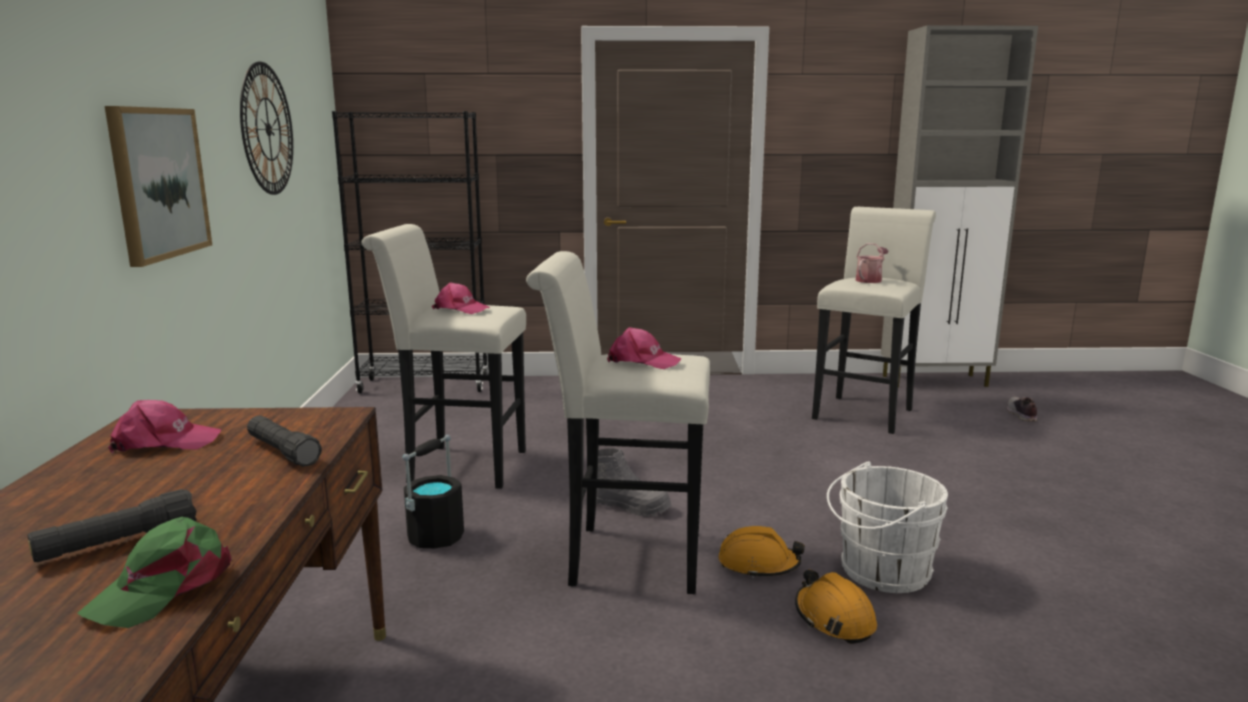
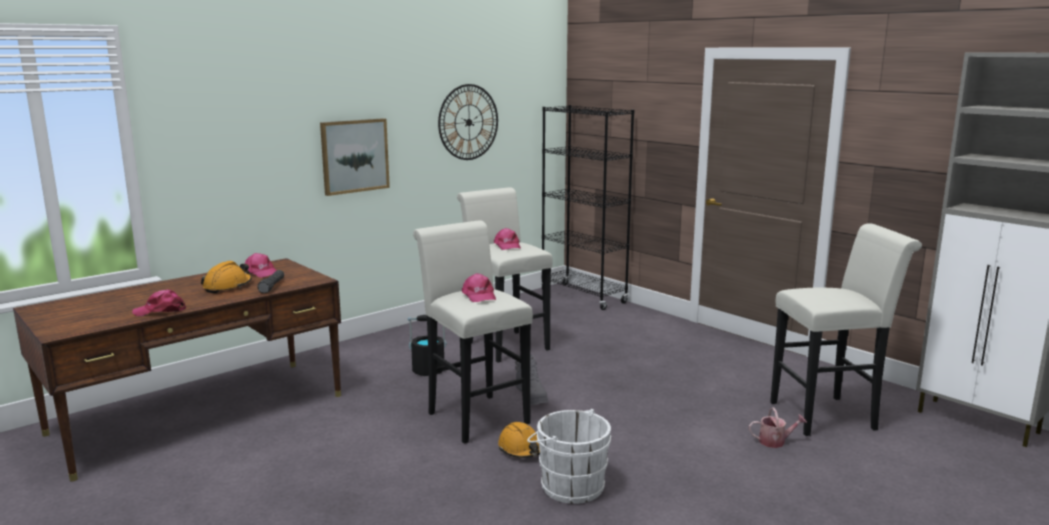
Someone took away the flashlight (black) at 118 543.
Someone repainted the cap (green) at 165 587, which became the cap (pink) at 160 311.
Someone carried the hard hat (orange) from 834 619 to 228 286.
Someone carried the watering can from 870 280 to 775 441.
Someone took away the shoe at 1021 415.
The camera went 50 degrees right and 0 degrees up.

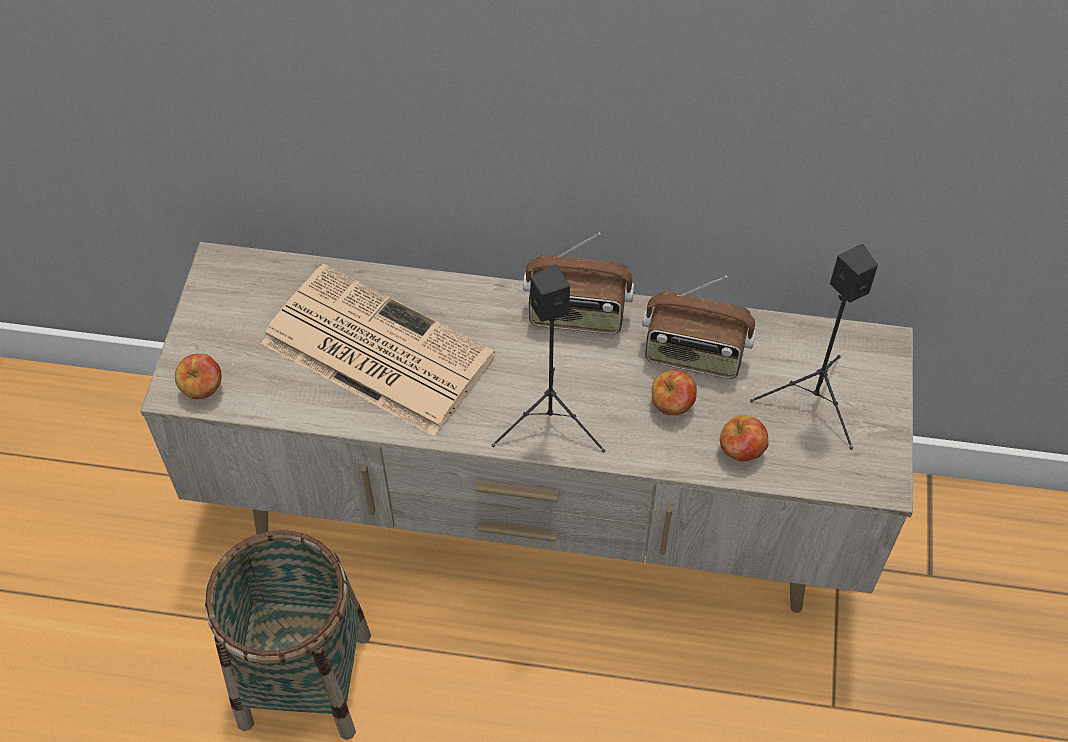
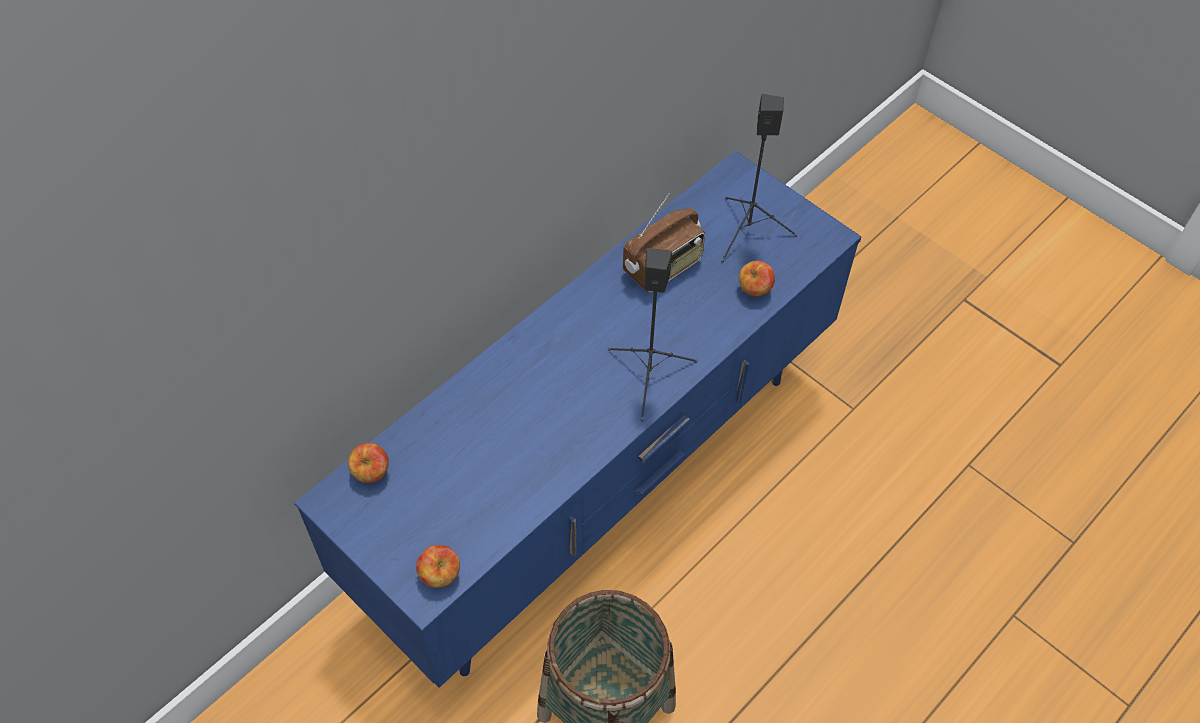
Someone repainted the tv stand (beige) at 533 521, which became the tv stand (blue) at 597 487.
Someone took away the newspaper at 373 349.
Someone took away the radio at 577 315.
Someone carried the apple from 672 405 to 371 472.
The camera went 55 degrees left and 0 degrees up.

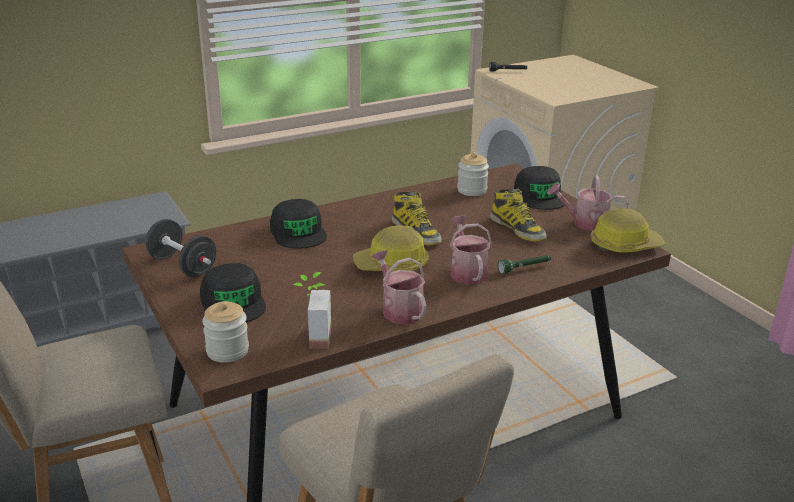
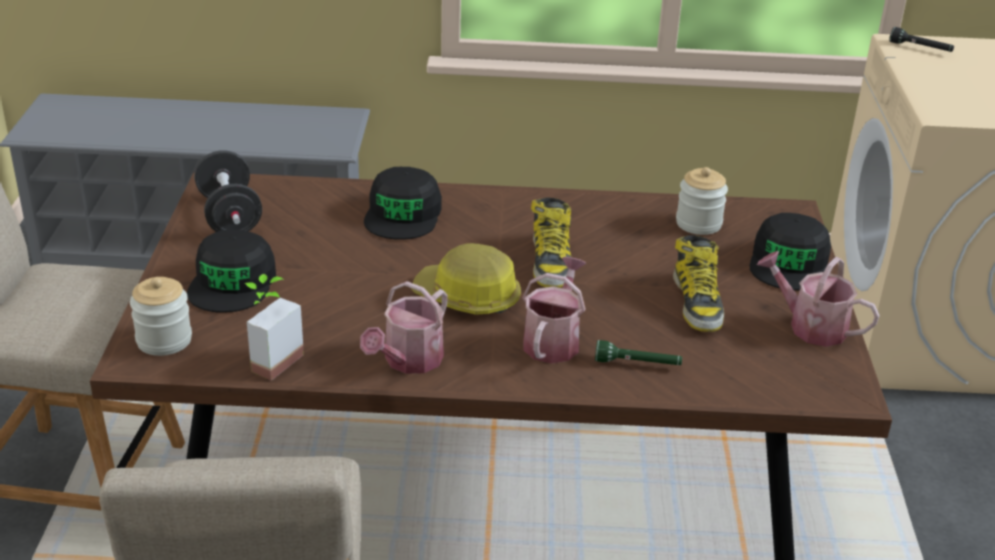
Someone rotated the watering can at 399 309 by 150 degrees counterclockwise.
Someone took away the hard hat at 624 245.
The camera went 30 degrees right and 5 degrees up.

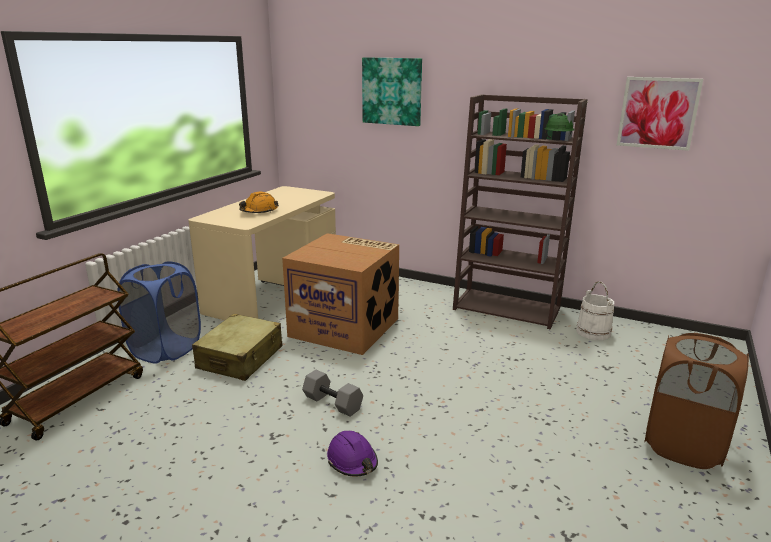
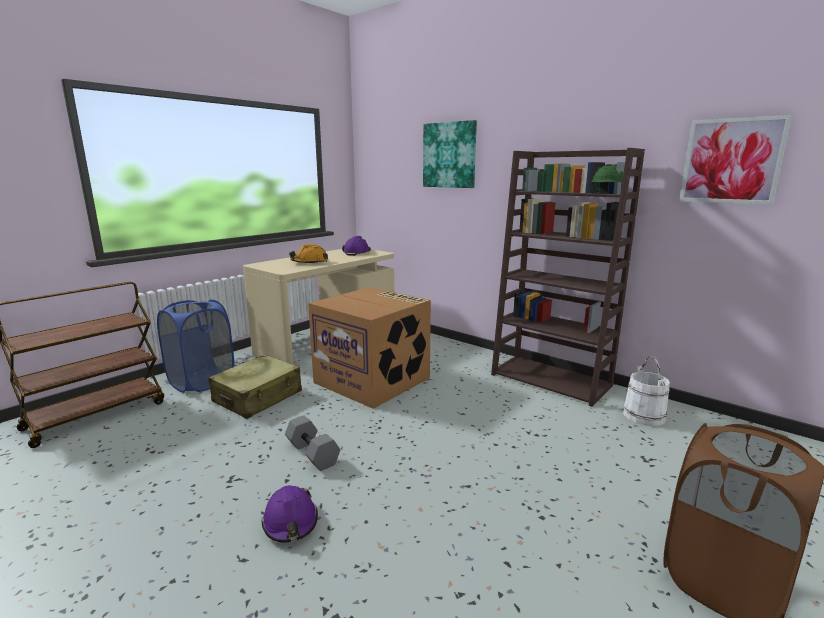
Someone put down the hard hat (purple) at 357 253.
The camera went 15 degrees right and 5 degrees down.

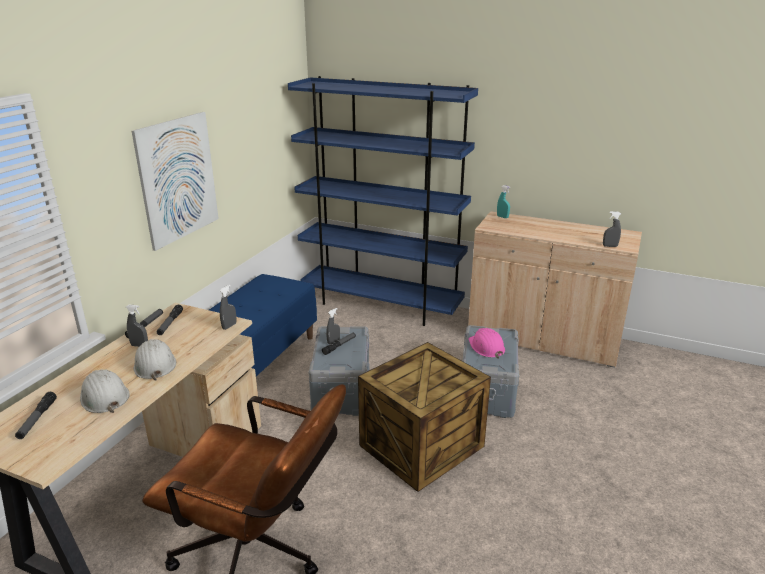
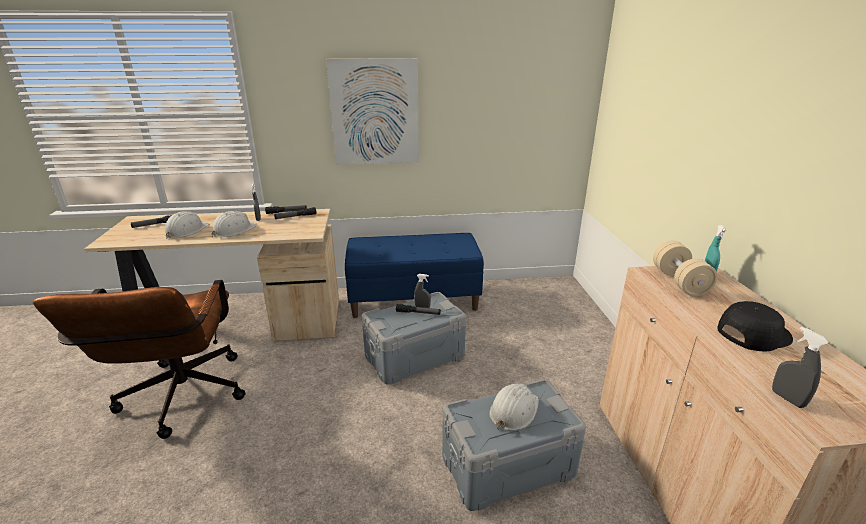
Someone took away the spray bottle (grey) at 229 326.
Someone took away the bookcase (blue) at 381 305.
Someone took away the crate at 421 445.
Someone repainted the hard hat (pink) at 486 347, which became the hard hat (white) at 513 410.
Someone put down the dumbbell (beige) at 679 282.
Someone put down the cap (black) at 752 333.
The camera went 60 degrees right and 0 degrees up.

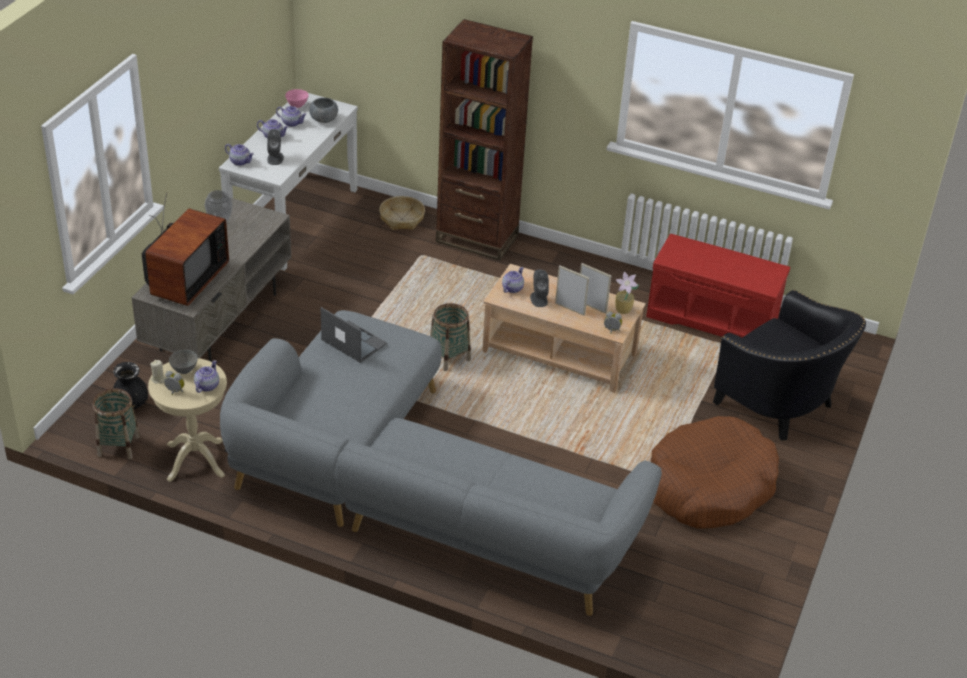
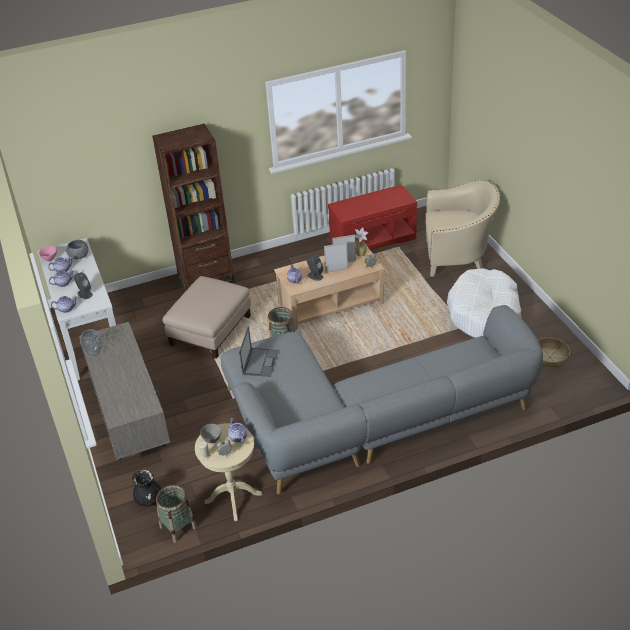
Someone took away the television at 184 281.
Someone rotated the laptop at 353 341 by 105 degrees clockwise.
Someone carried the basket from 402 219 to 549 357.
Someone repainted the dog bed (brown) at 709 486, which became the dog bed (white) at 484 314.
Someone repainted the armchair (black) at 780 405, which became the armchair (beige) at 458 257.
Someone put down the ottoman (beige) at 211 330.
The camera went 40 degrees left and 0 degrees up.

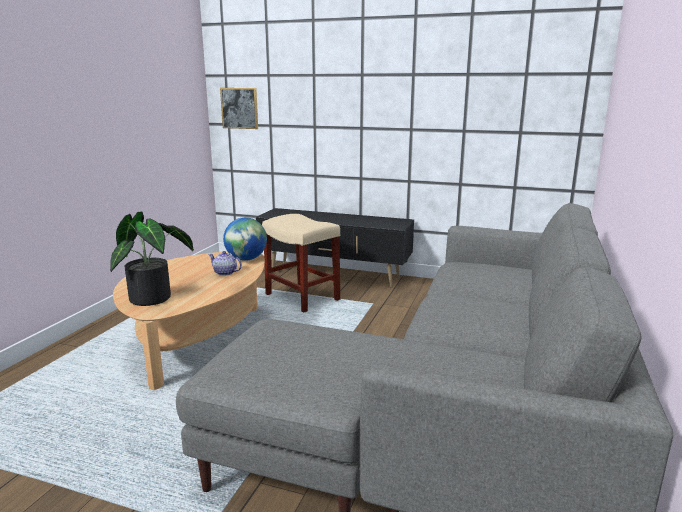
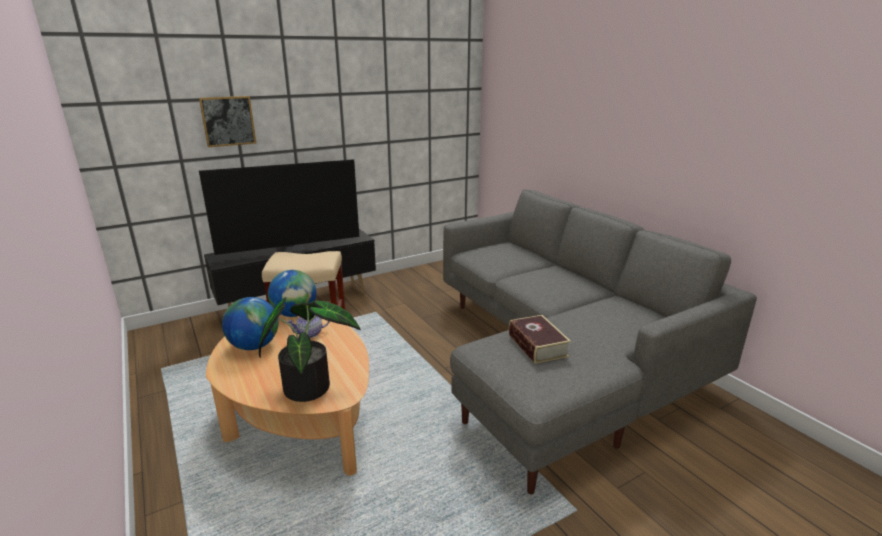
Someone carried the picture from 239 108 to 228 121.
Someone put down the television at 291 248.
Someone put down the globe at 254 346.
Someone put down the book at 537 345.
The camera went 50 degrees left and 5 degrees up.

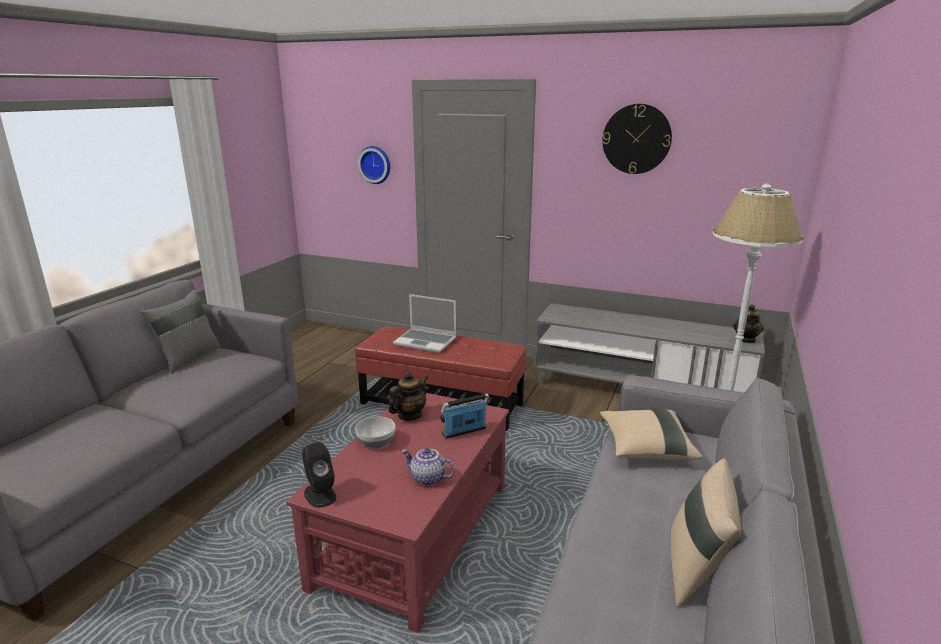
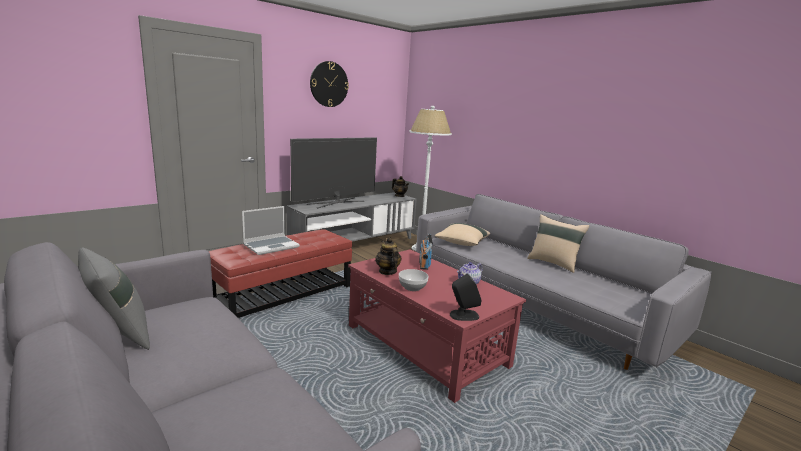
Someone took away the wall clock at 375 164.
Someone put down the television at 336 202.
The camera went 65 degrees left and 5 degrees down.

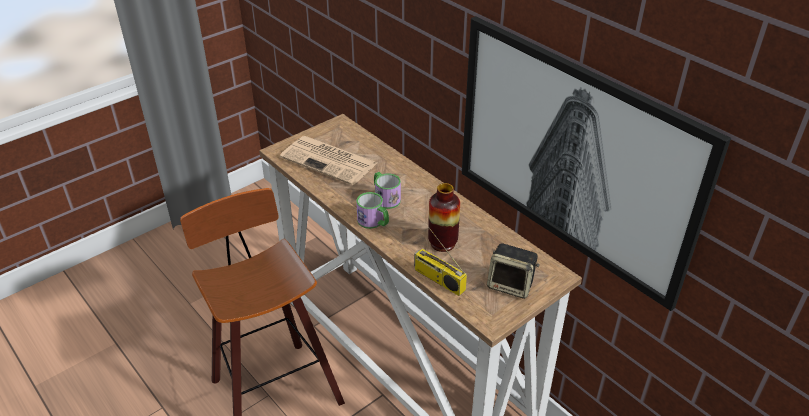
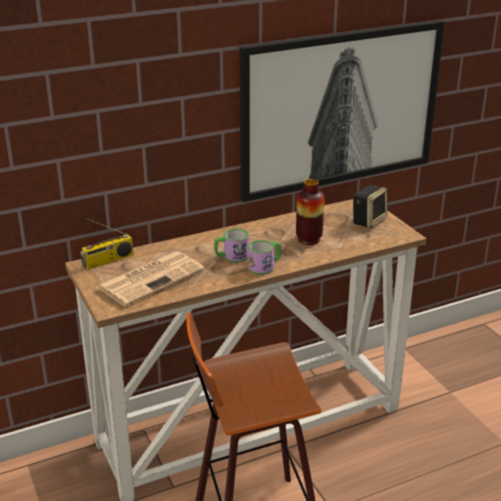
Someone carried the radio from 438 279 to 108 261.
The camera went 75 degrees left and 10 degrees down.

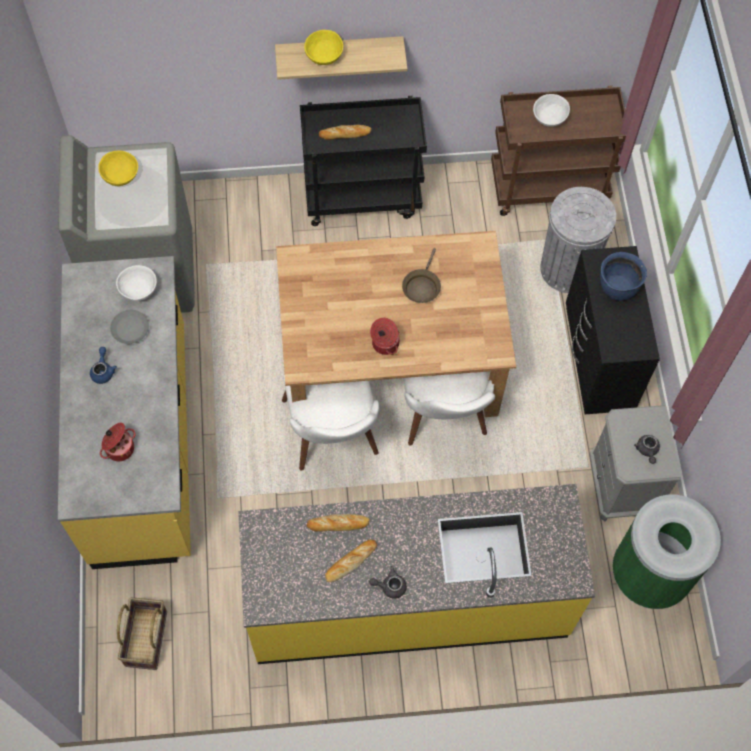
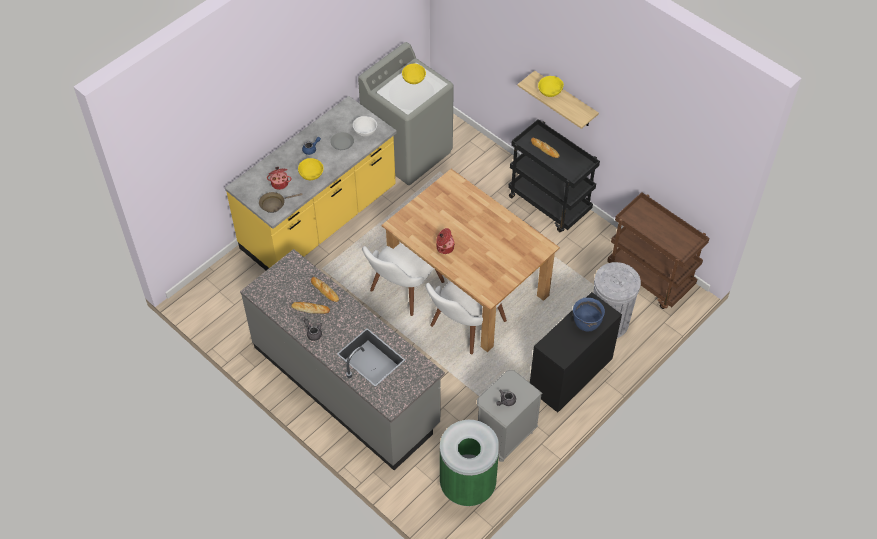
Someone took away the basket at 147 639.
Someone repainted the counter (yellow) at 408 600, which became the counter (grey) at 346 385.
Someone carried the frying pan (brown) from 421 286 to 274 204.
Someone took away the bowl (white) at 549 117.
Someone put down the bowl (yellow) at 311 174.
The camera went 50 degrees right and 10 degrees down.

